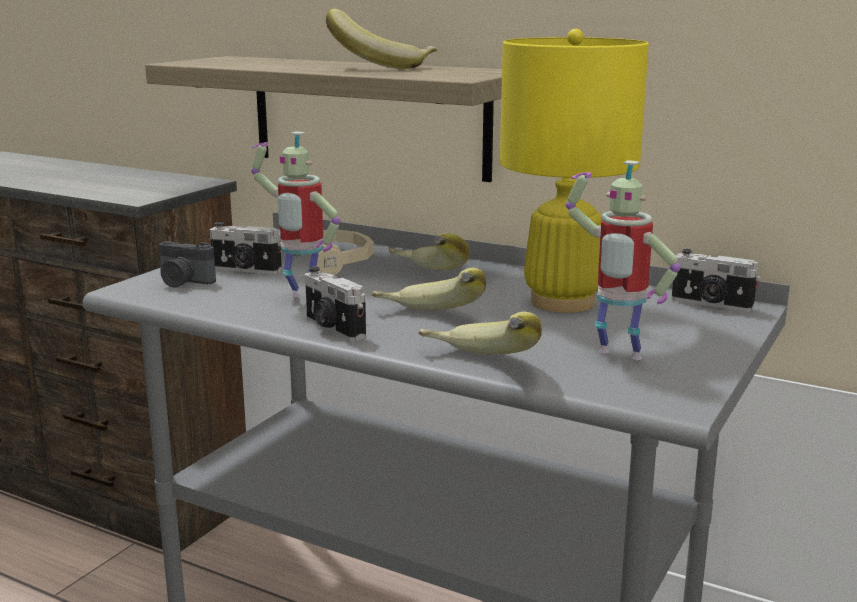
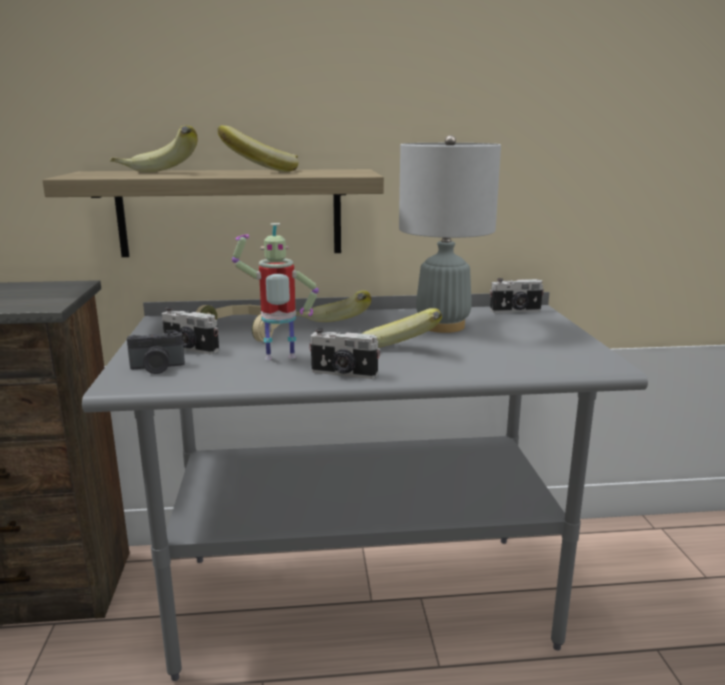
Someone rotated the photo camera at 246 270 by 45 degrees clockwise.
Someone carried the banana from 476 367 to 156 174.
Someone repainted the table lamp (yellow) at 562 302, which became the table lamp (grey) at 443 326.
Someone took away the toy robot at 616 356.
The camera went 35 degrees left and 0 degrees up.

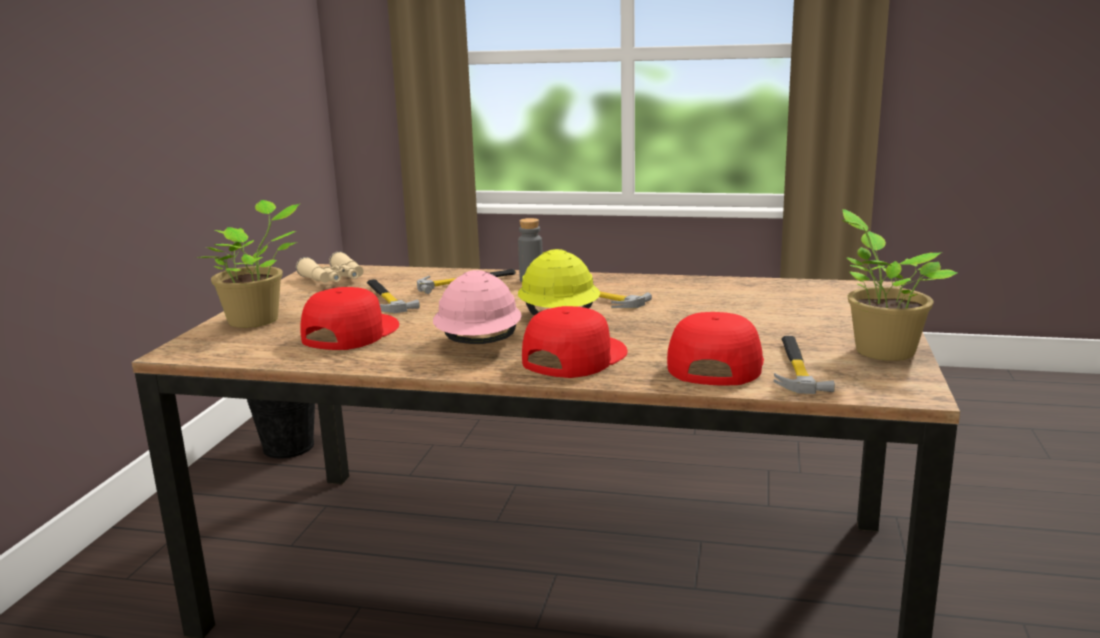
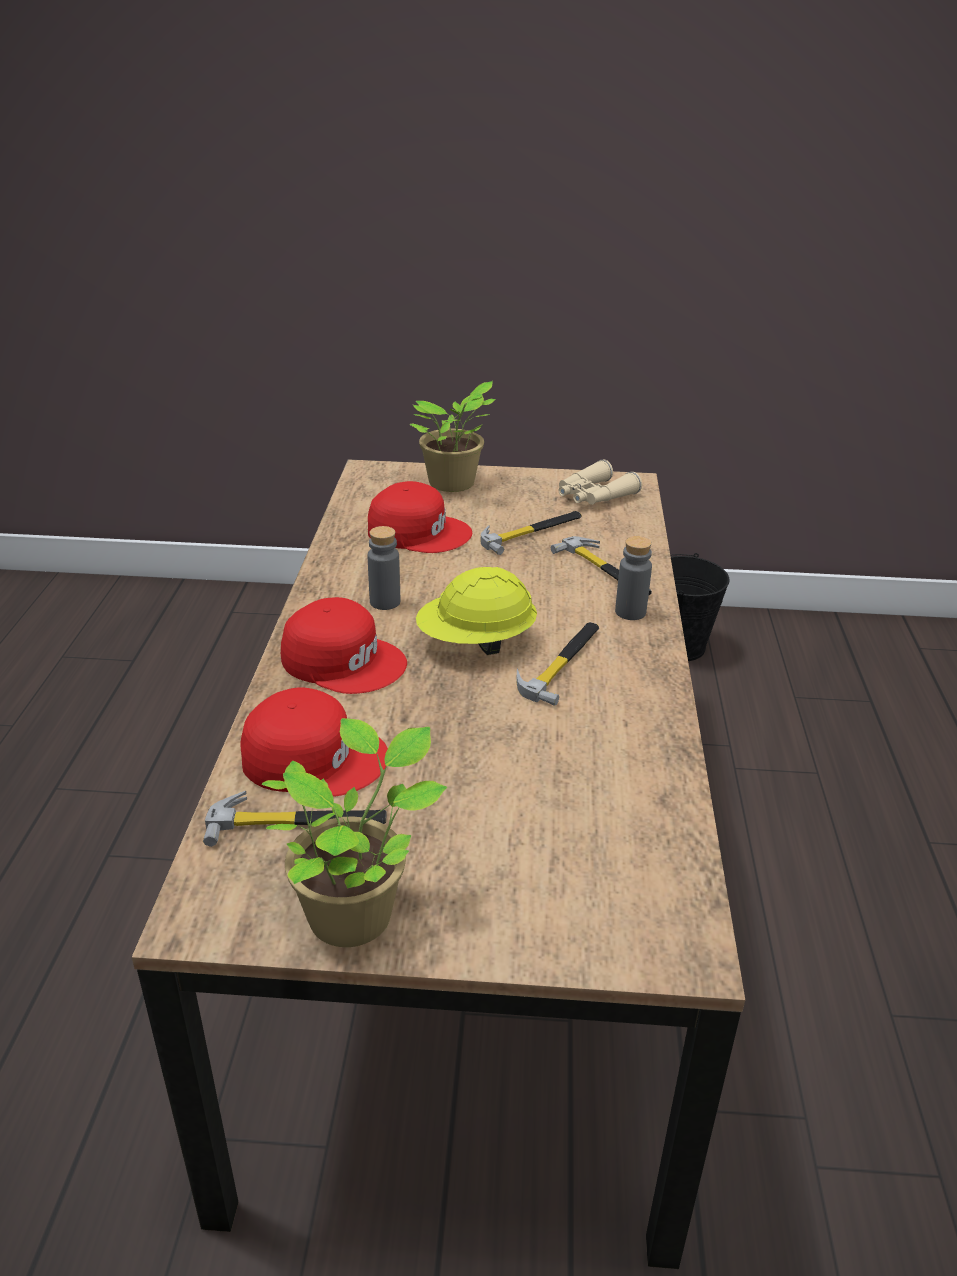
Someone swapped the hard hat (pink) at 479 344 for the bottle (grey) at 385 602.
The camera went 80 degrees right and 15 degrees up.

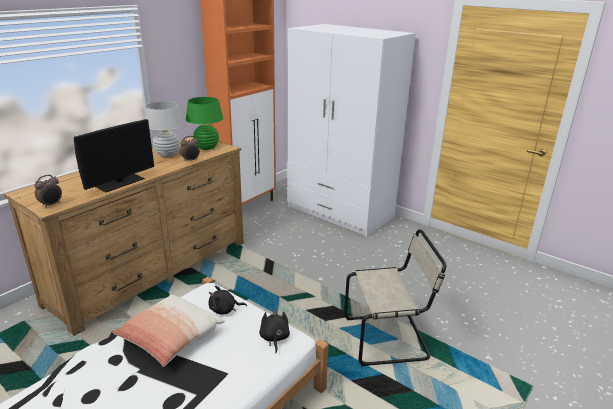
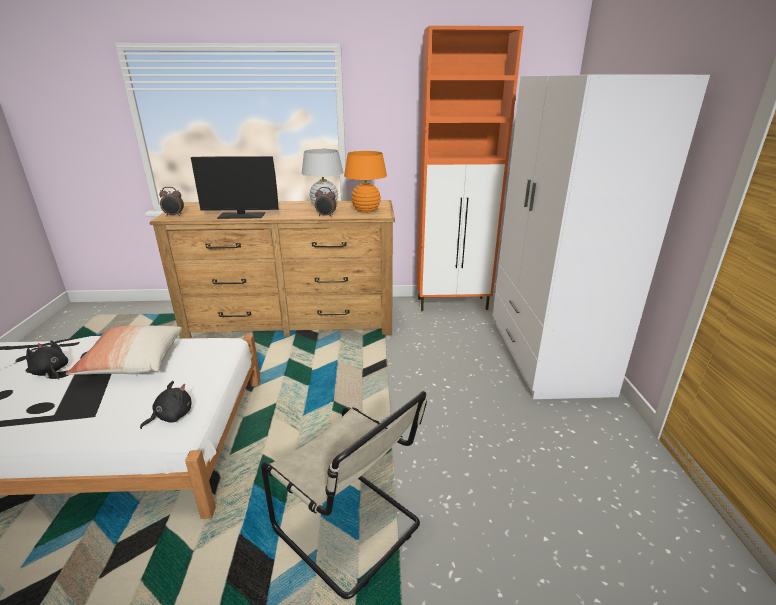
Someone repainted the table lamp (green) at 206 147, which became the table lamp (orange) at 366 210.
Someone carried the plush toy (black) from 224 310 to 51 371.
The camera went 50 degrees right and 0 degrees up.

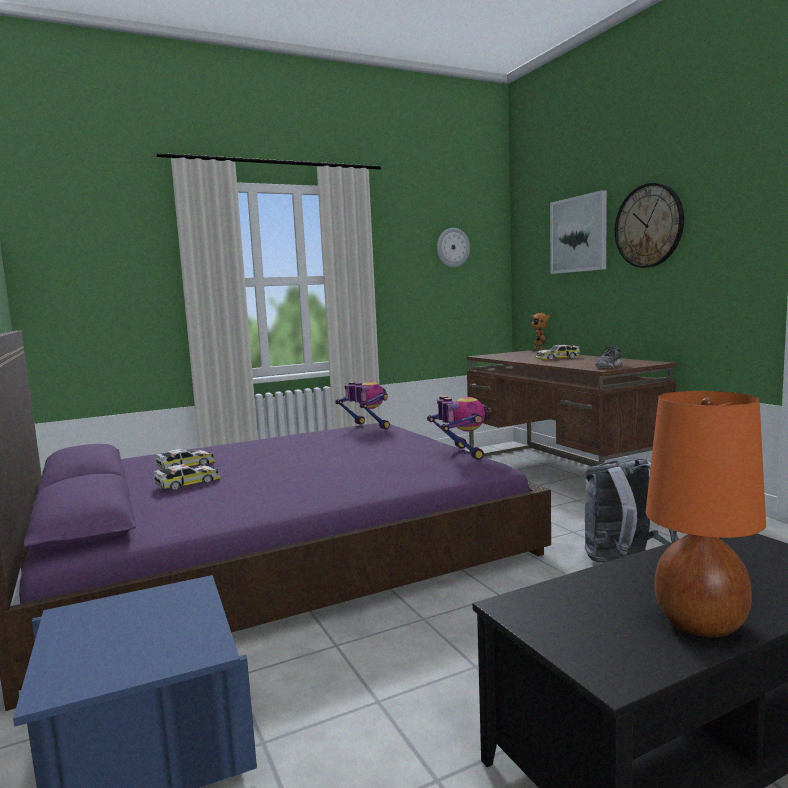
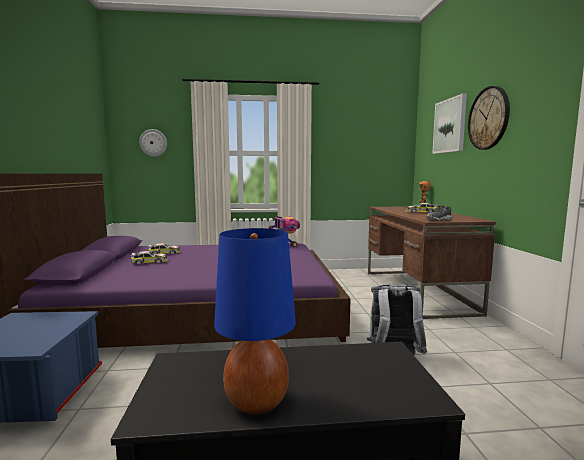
Someone took away the toy robot at 461 453.
Someone carried the wall clock from 452 247 to 153 143.
Someone repainted the table lamp (orange) at 701 623, which became the table lamp (blue) at 257 402.
The camera went 20 degrees right and 0 degrees up.

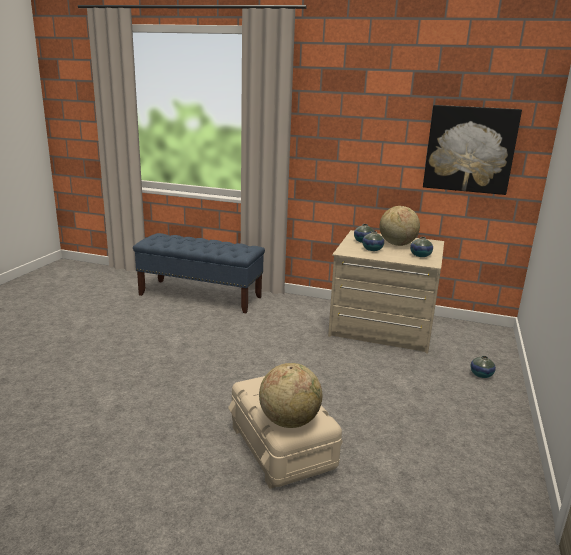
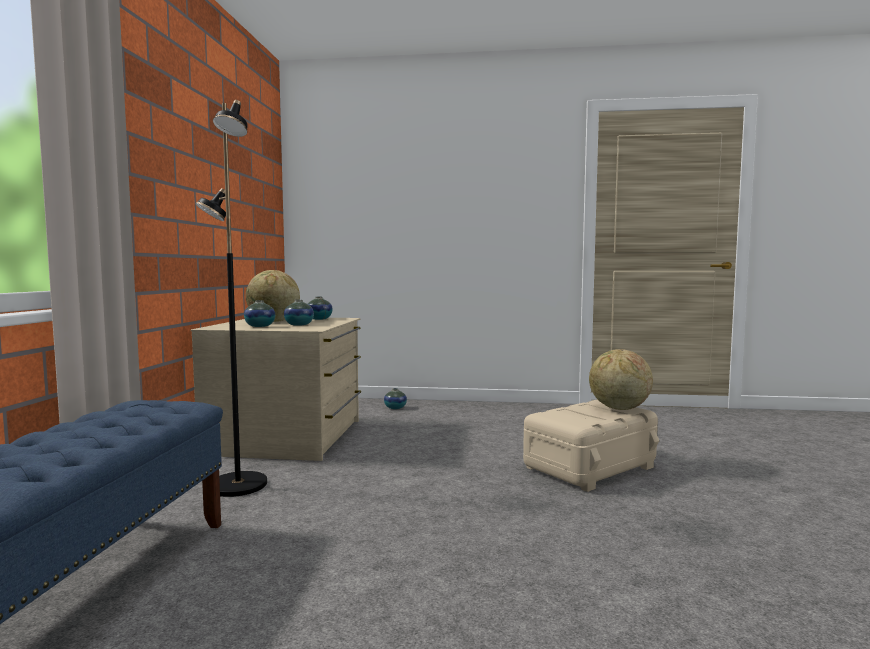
Someone took away the picture at 469 149.
Someone put down the floor lamp (black) at 237 486.
The camera went 100 degrees left and 15 degrees down.

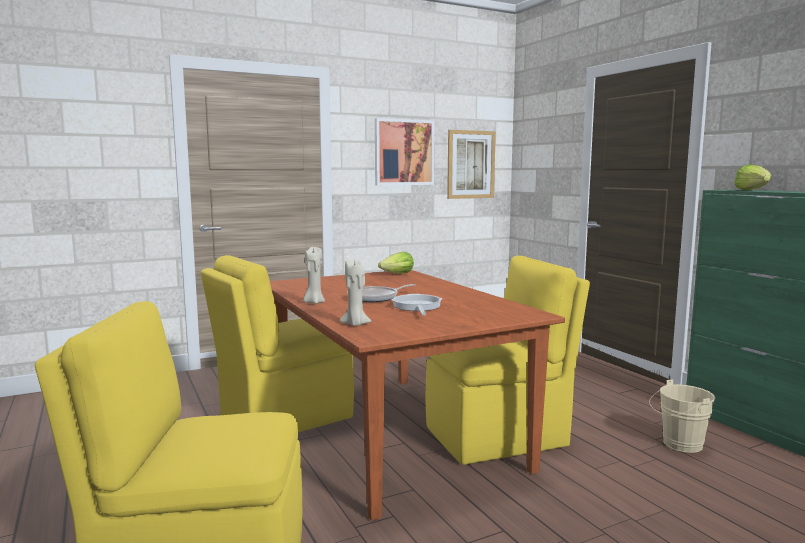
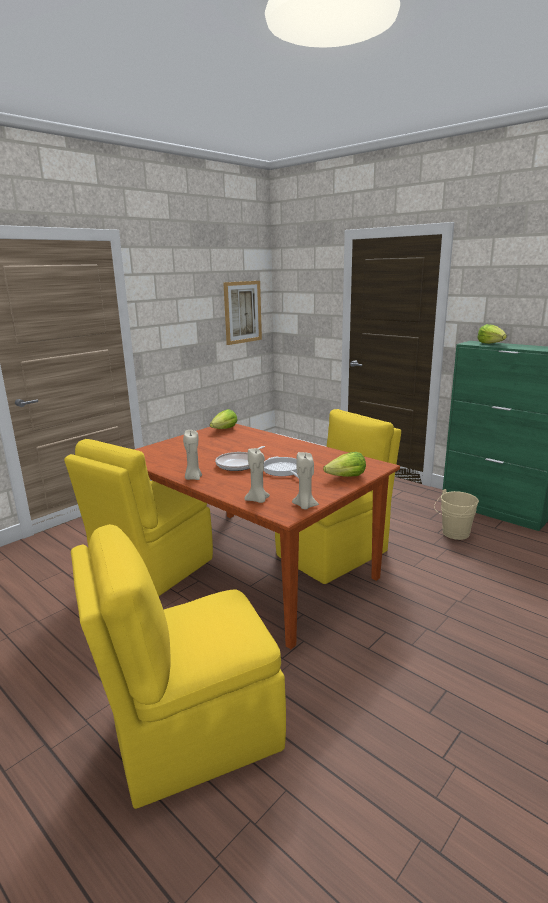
Someone took away the picture at 404 152.
Someone put down the candle (beige) at 305 506.
Someone put down the lettuce at 346 477.
The camera went 20 degrees left and 10 degrees up.

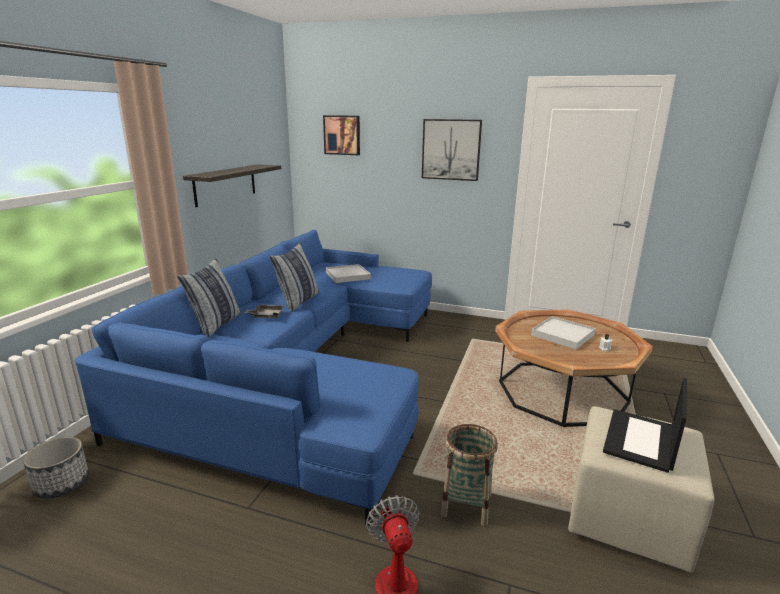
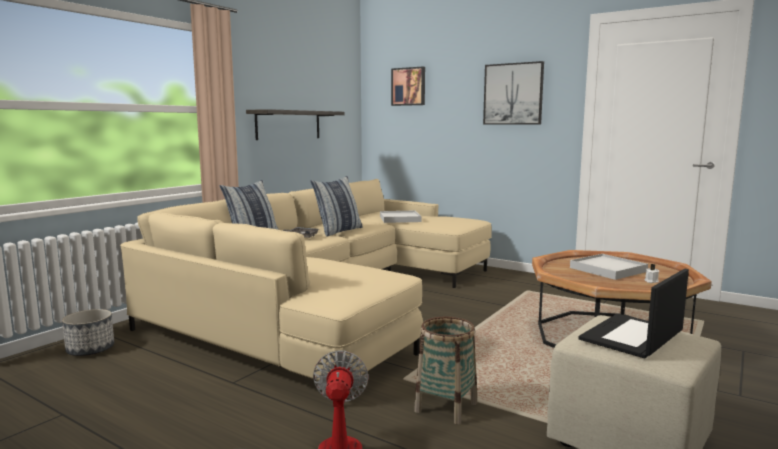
Someone repainted the sofa (blue) at 299 370, which became the sofa (beige) at 333 299.
The camera went 15 degrees right and 10 degrees down.

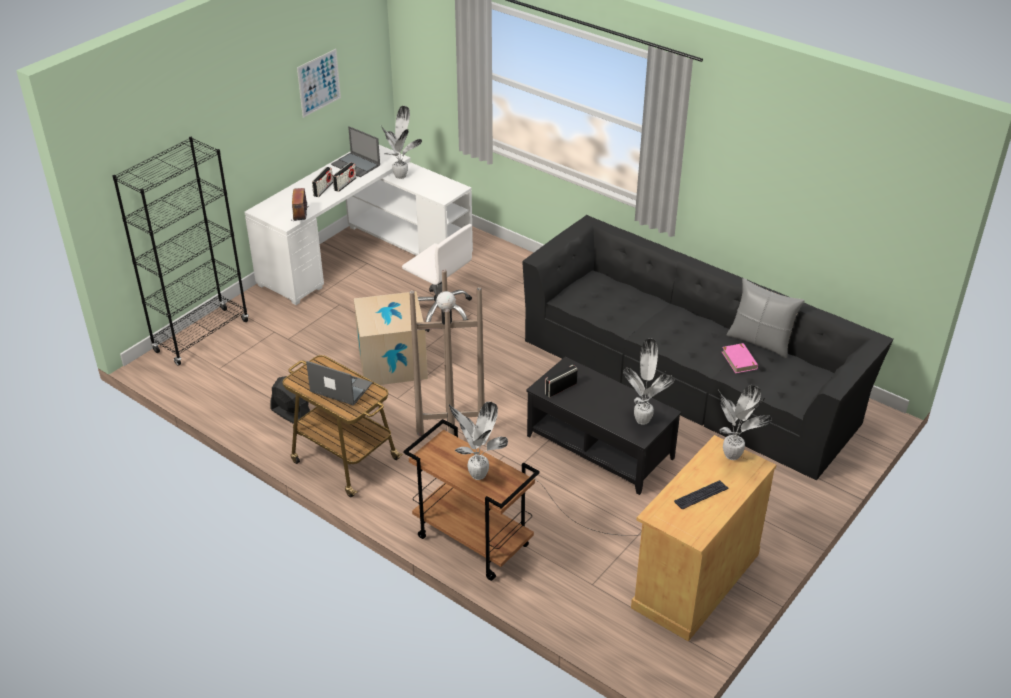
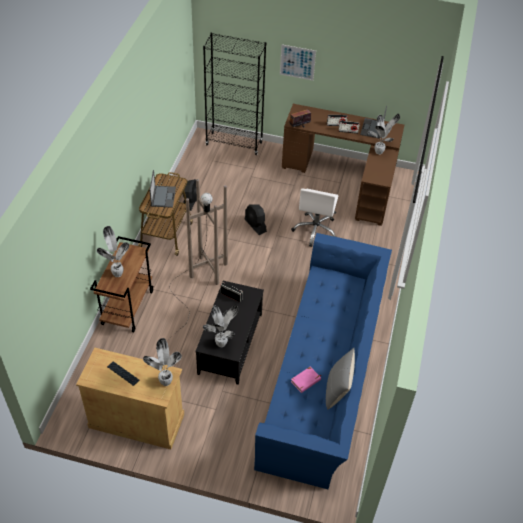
Someone repainted the desk (white) at 362 254, which became the desk (brown) at 347 178.
Someone carried the picture from 319 83 to 297 62.
Someone swapped the cardboard box at 392 363 for the fan (black) at 255 225.
Someone repainted the sofa (black) at 690 377, which became the sofa (blue) at 323 374.
The camera went 65 degrees right and 10 degrees up.

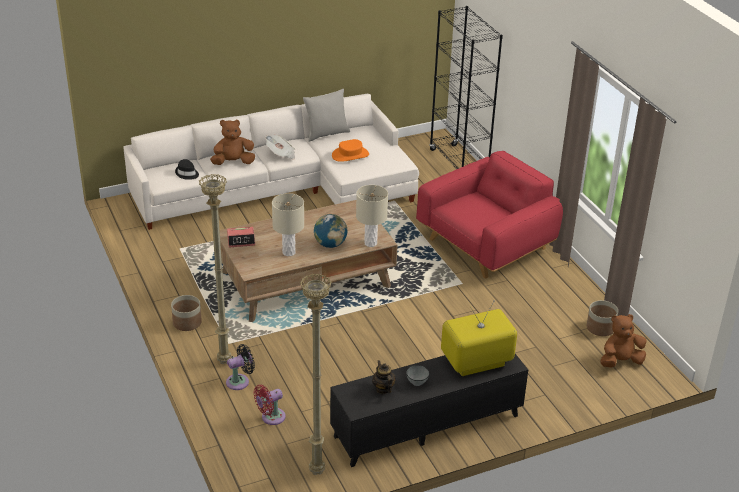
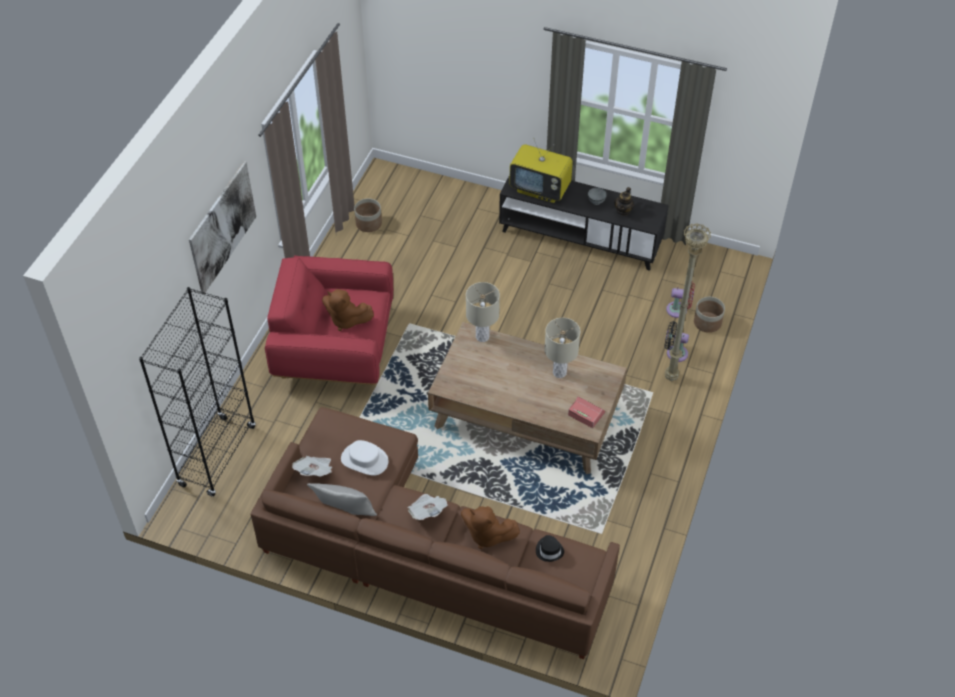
Someone repainted the sofa (white) at 282 188, which became the sofa (brown) at 421 550.
Someone carried the planter from 187 323 to 707 323.
Someone took away the floor lamp (beige) at 316 471.
Someone took away the globe at 330 244.
Someone repainted the hat (orange) at 350 155, which became the hat (white) at 364 460.
Someone carried the plush toy (brown) from 620 361 to 346 320.
Someone put up the picture at 222 227.
Someone put down the newspaper at 315 472.
The camera went 135 degrees left and 15 degrees up.

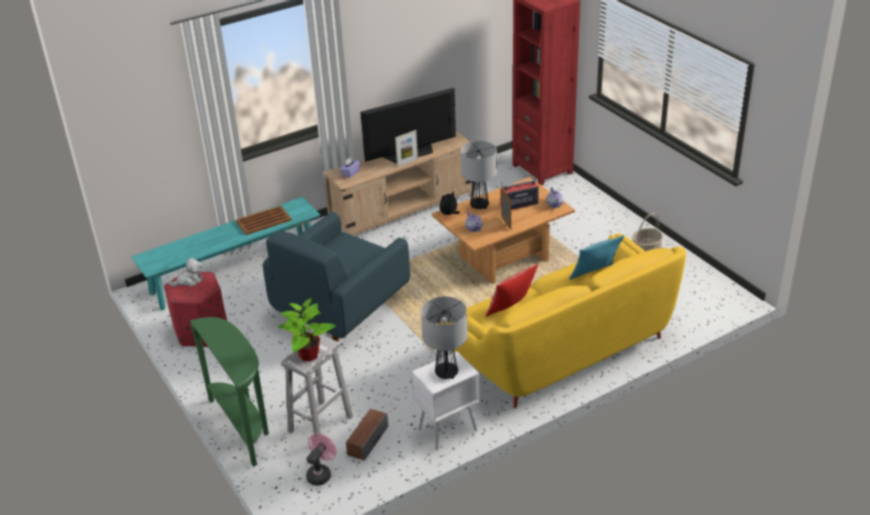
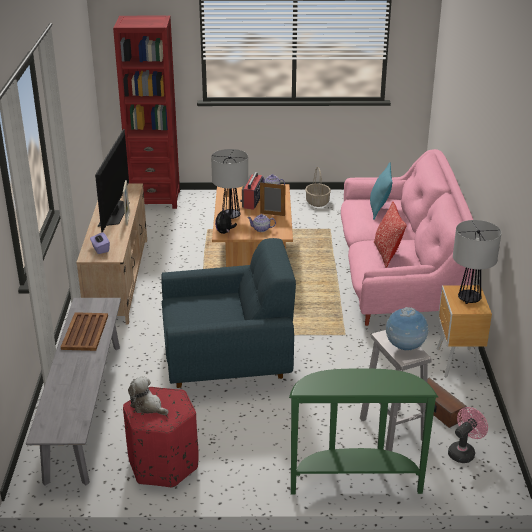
Someone repainted the bench (turquoise) at 234 272, which became the bench (grey) at 84 409.
Someone rotated the plush toy at 189 281 by 60 degrees counterclockwise.
Someone rotated the armchair (blue) at 340 308 by 75 degrees counterclockwise.
Someone swapped the potted plant at 308 355 for the globe at 405 348.
Someone rotated the fan (pink) at 321 473 by 75 degrees clockwise.
Someone repainted the nightstand (white) at 446 430, which became the nightstand (brown) at 457 364.
Someone repainted the sofa (yellow) at 559 346, which became the sofa (pink) at 397 277.
The camera went 60 degrees left and 5 degrees down.

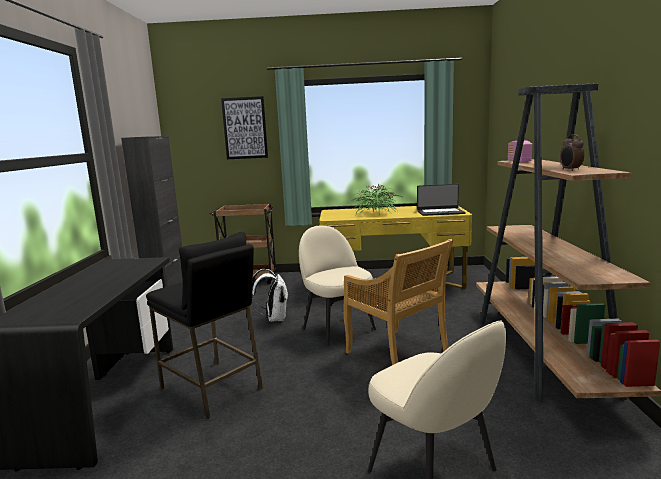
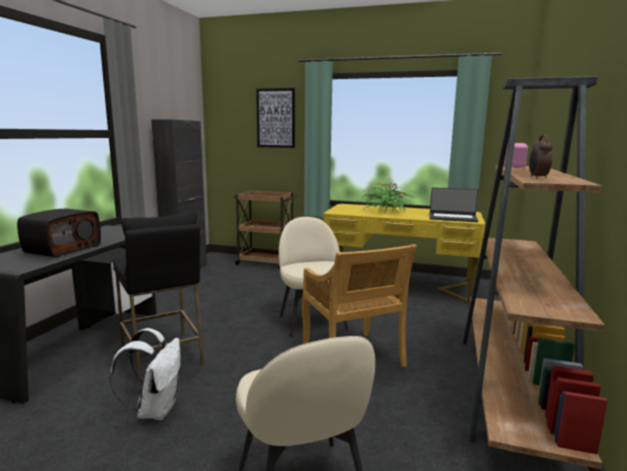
Someone carried the backpack (white) from 274 319 to 155 409.
Someone put down the radio at 63 249.
The camera went 15 degrees right and 0 degrees up.

